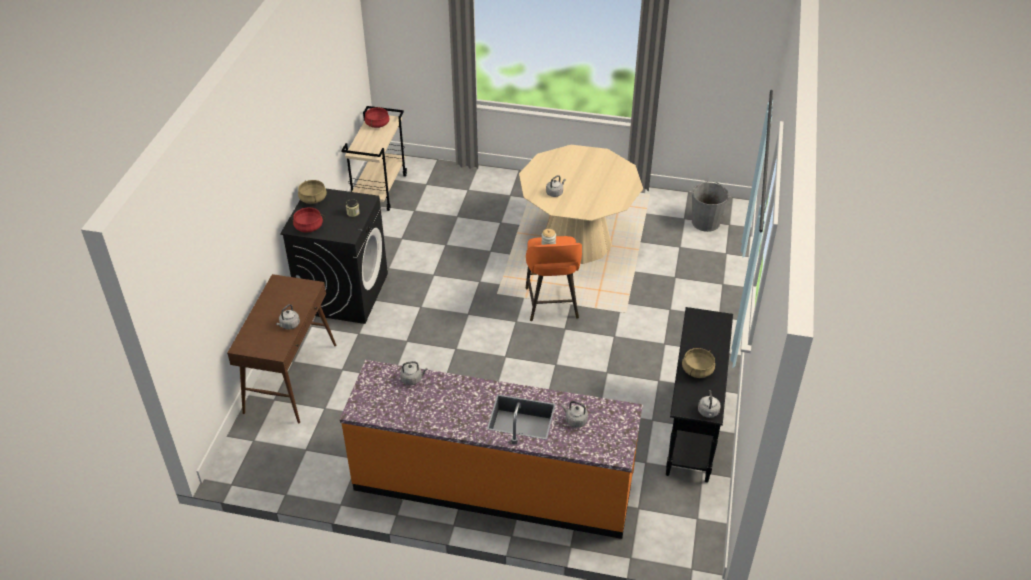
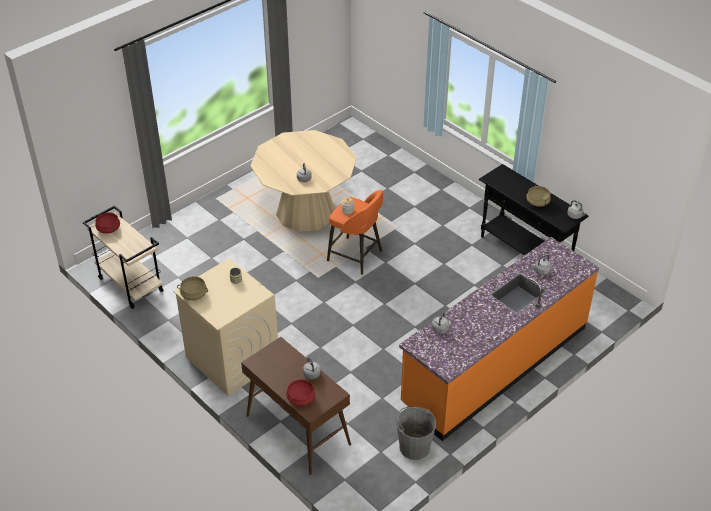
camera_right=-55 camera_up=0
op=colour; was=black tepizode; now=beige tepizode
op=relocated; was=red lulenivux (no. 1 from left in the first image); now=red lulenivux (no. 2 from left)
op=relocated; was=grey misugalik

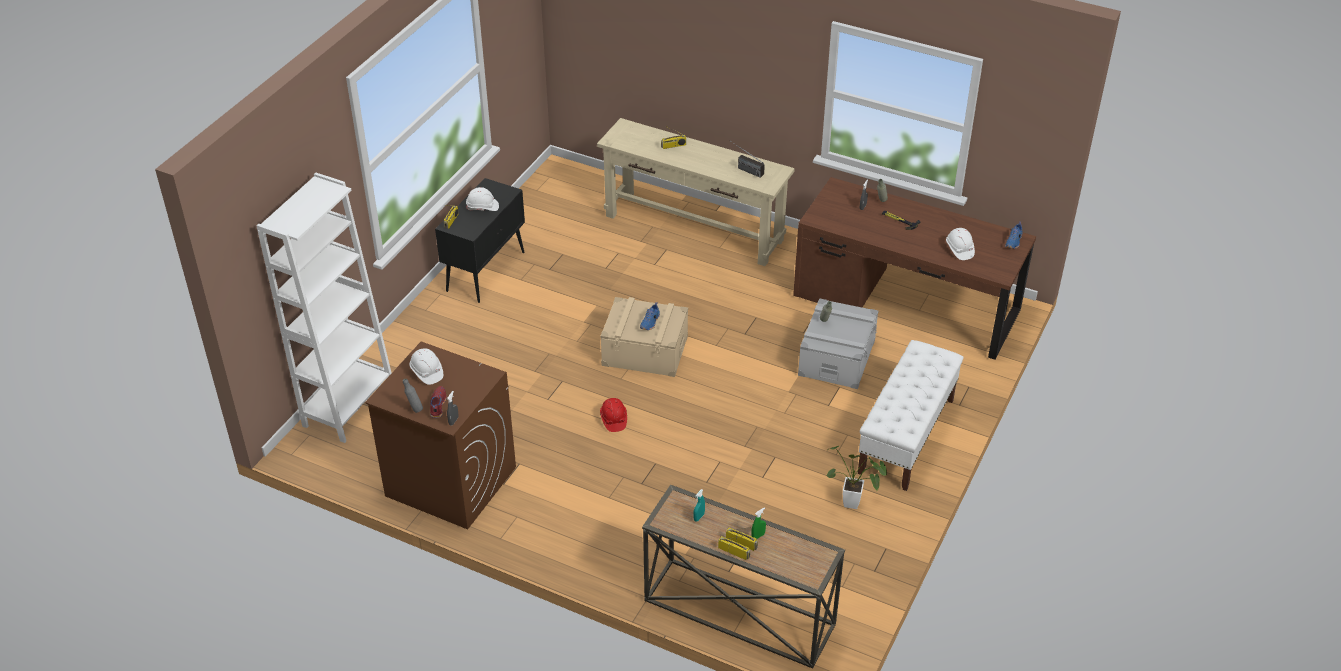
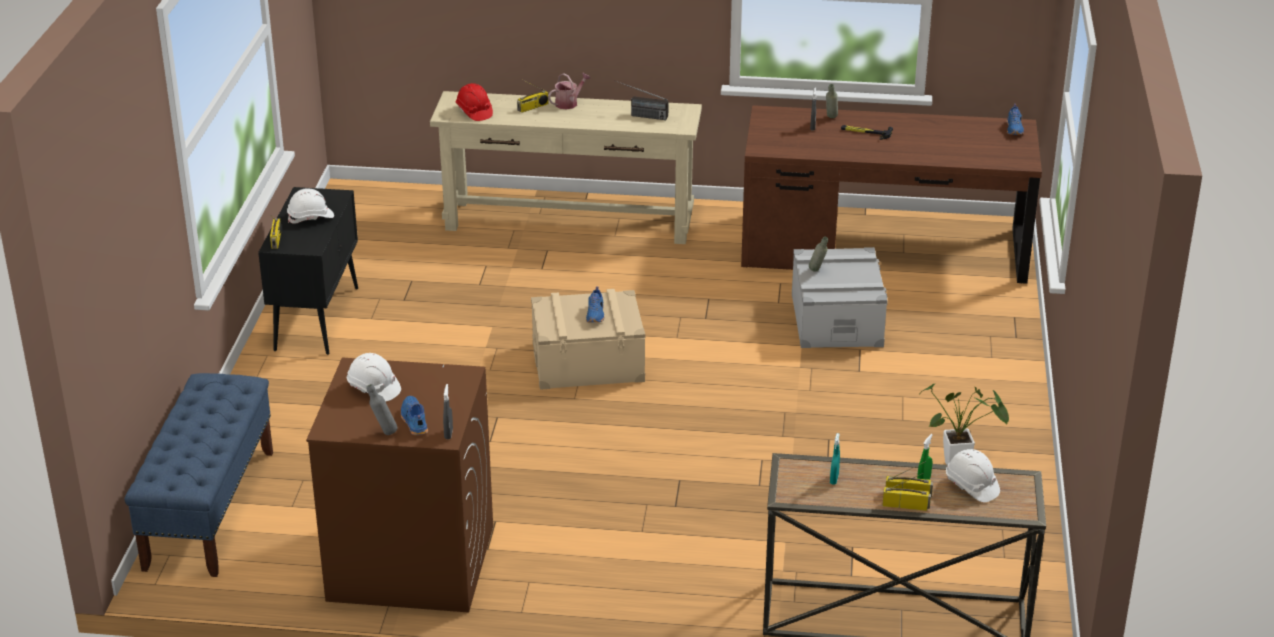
camera_right=-20 camera_up=-10
op=exchanged; was=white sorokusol; now=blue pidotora
op=colour; was=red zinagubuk; now=blue zinagubuk (no. 1 from left)
op=relocated; was=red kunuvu
op=appeared; now=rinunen
op=relocated; was=white kunuvu (no. 3 from left)
op=missing; was=white pidotora

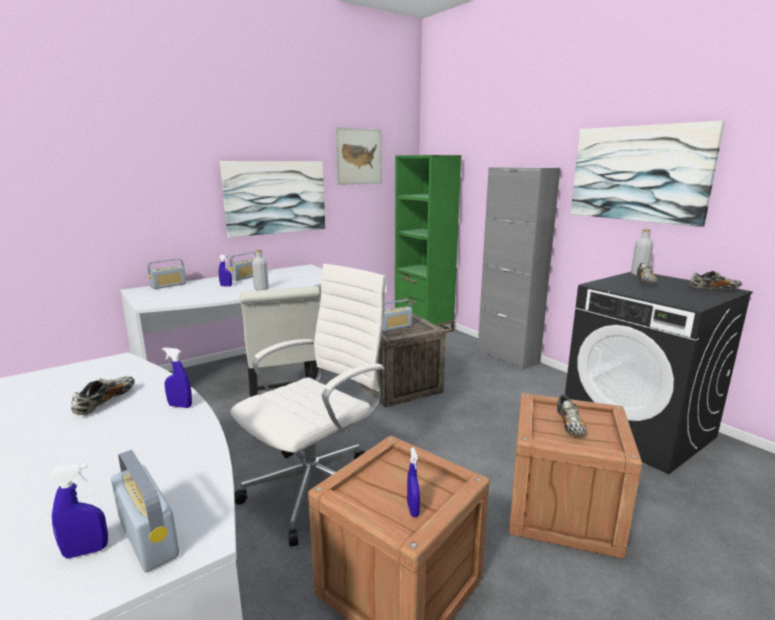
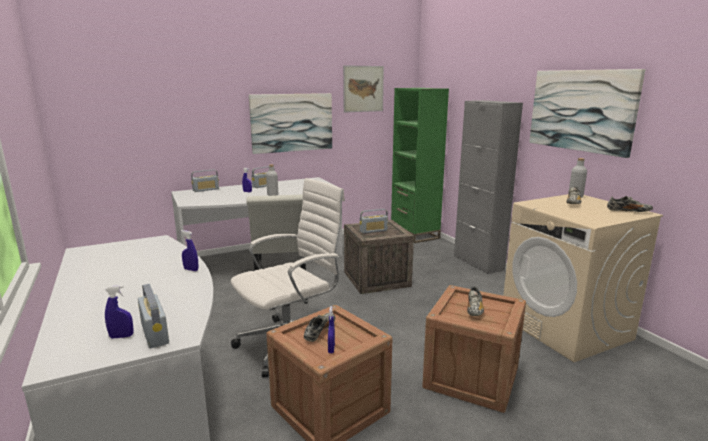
camera_right=10 camera_up=0
op=relocated; was=zinagubuk (no. 1 from left)
op=colour; was=black tepizode; now=beige tepizode

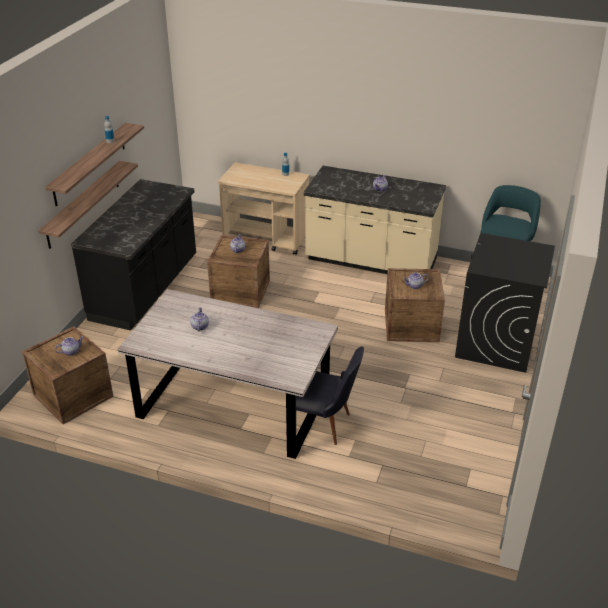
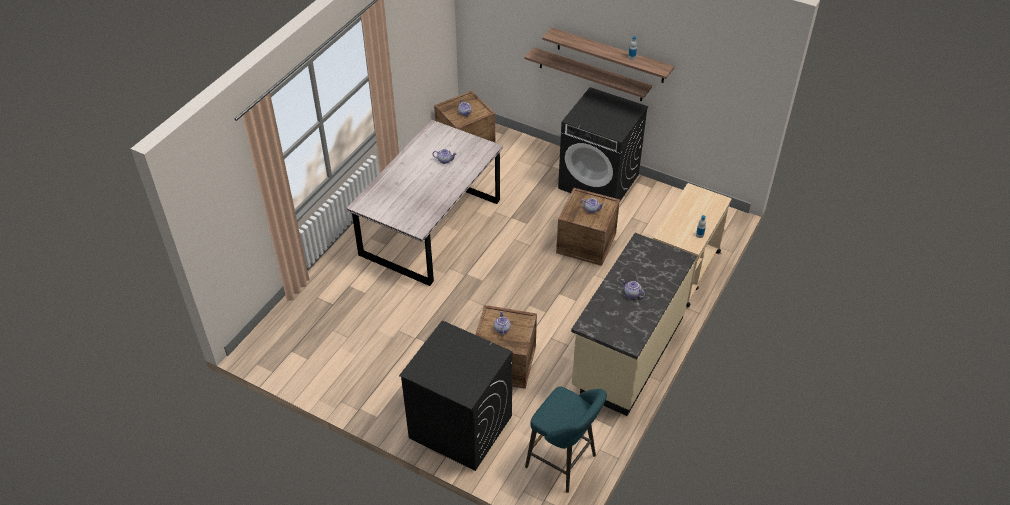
camera_right=100 camera_up=10
op=exchanged; was=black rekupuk; now=black tepizode (no. 2 from left)
op=missing; was=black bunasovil

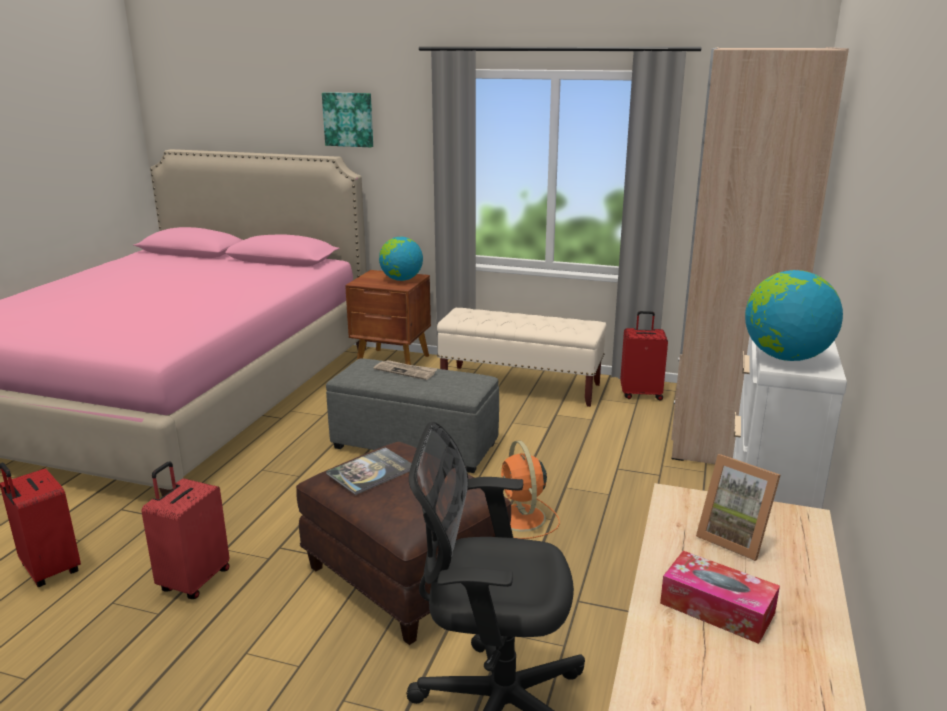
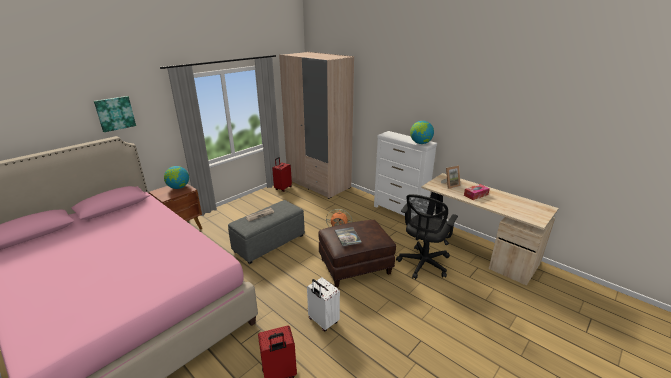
camera_right=-65 camera_up=5
op=colour; was=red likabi (no. 2 from left); now=white likabi
op=missing; was=beige pidotora

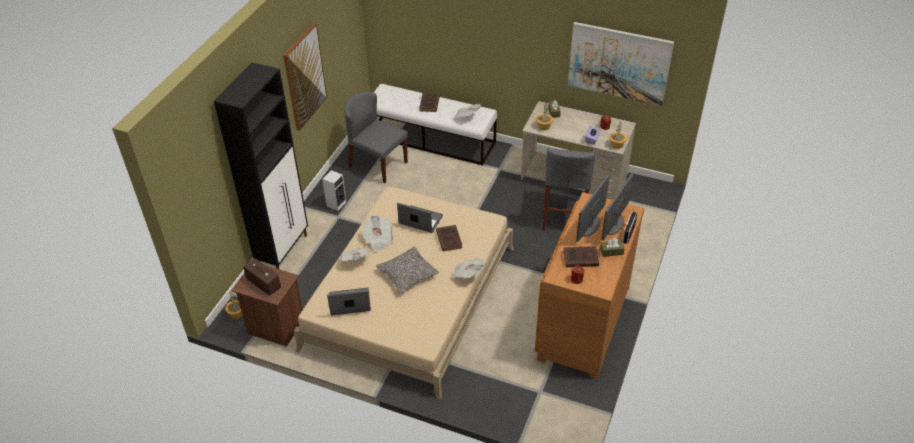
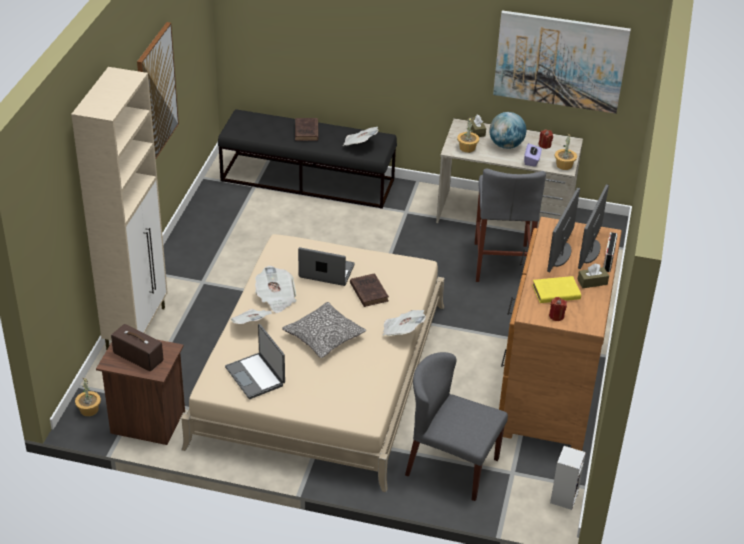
camera_right=-10 camera_up=-5
op=colour; was=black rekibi; now=beige rekibi
op=colour; was=white pidotora; now=black pidotora
op=spun; was=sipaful (no. 1 from left); clockwise=-105
op=relocated; was=grey bunasovil
op=appeared; now=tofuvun
op=colour; was=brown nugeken (no. 3 from left); now=yellow nugeken
op=relocated; was=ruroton

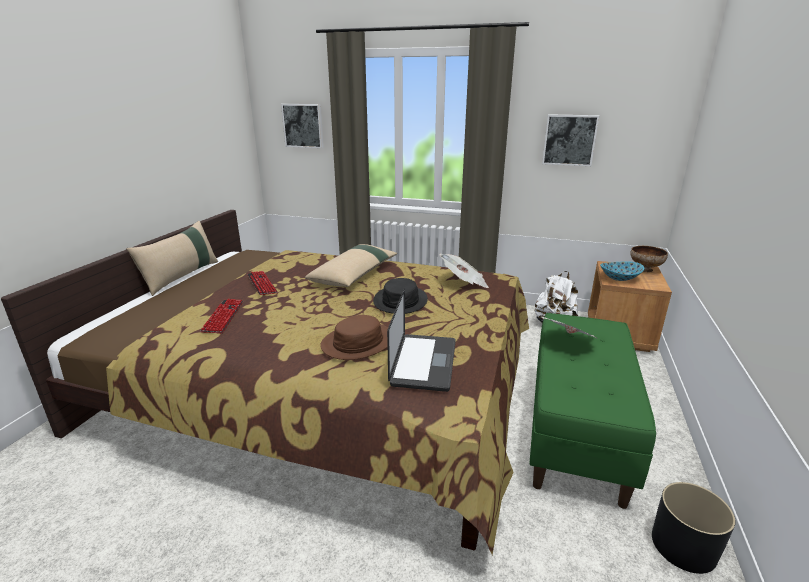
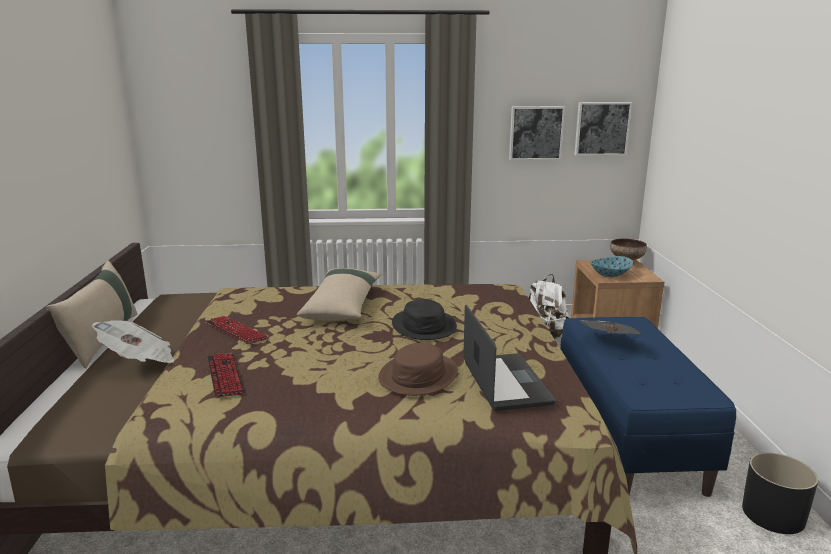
camera_right=-20 camera_up=-5
op=relocated; was=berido (no. 1 from left)
op=colour; was=green pidotora; now=blue pidotora
op=relocated; was=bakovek (no. 1 from left in the first image); now=bakovek (no. 2 from left)

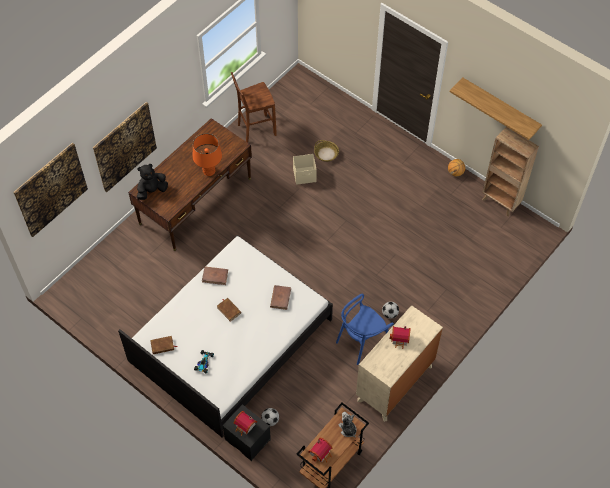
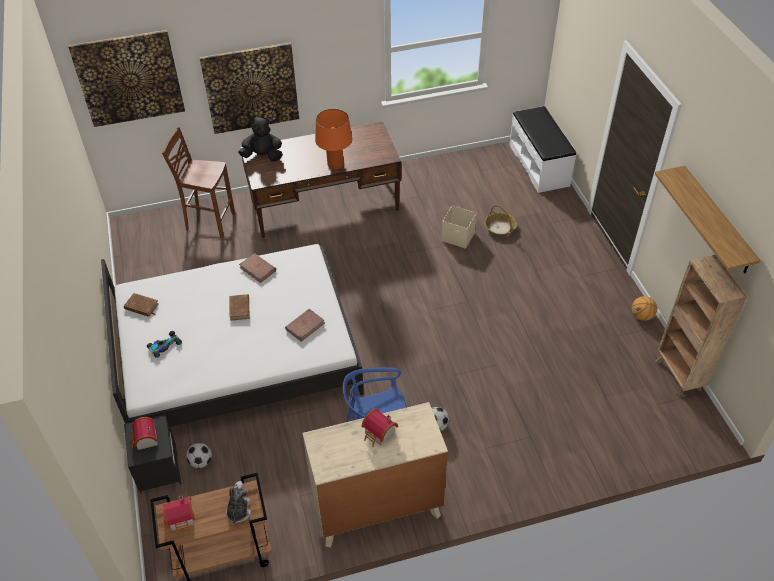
camera_right=35 camera_up=-10
op=relocated; was=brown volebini
op=appeared; now=white pidotora

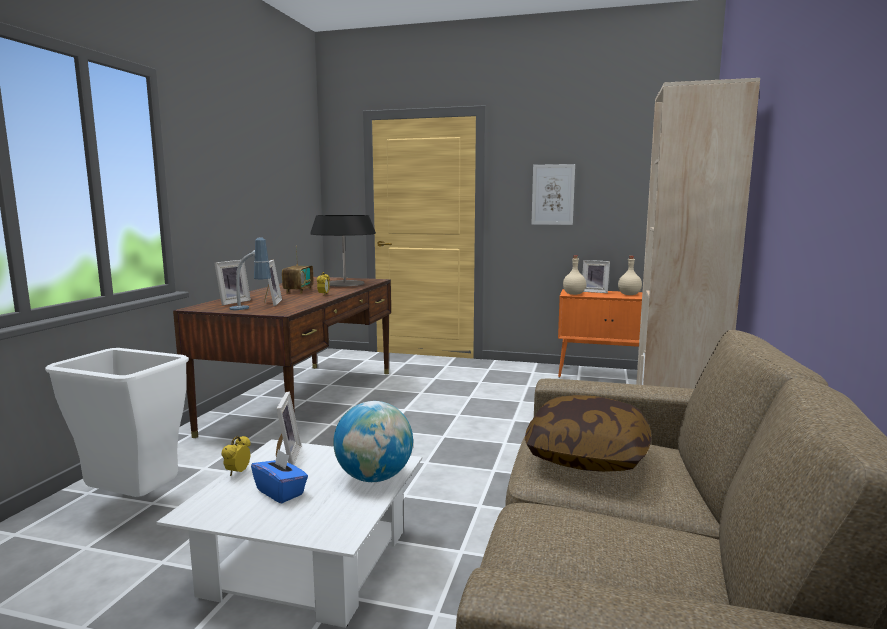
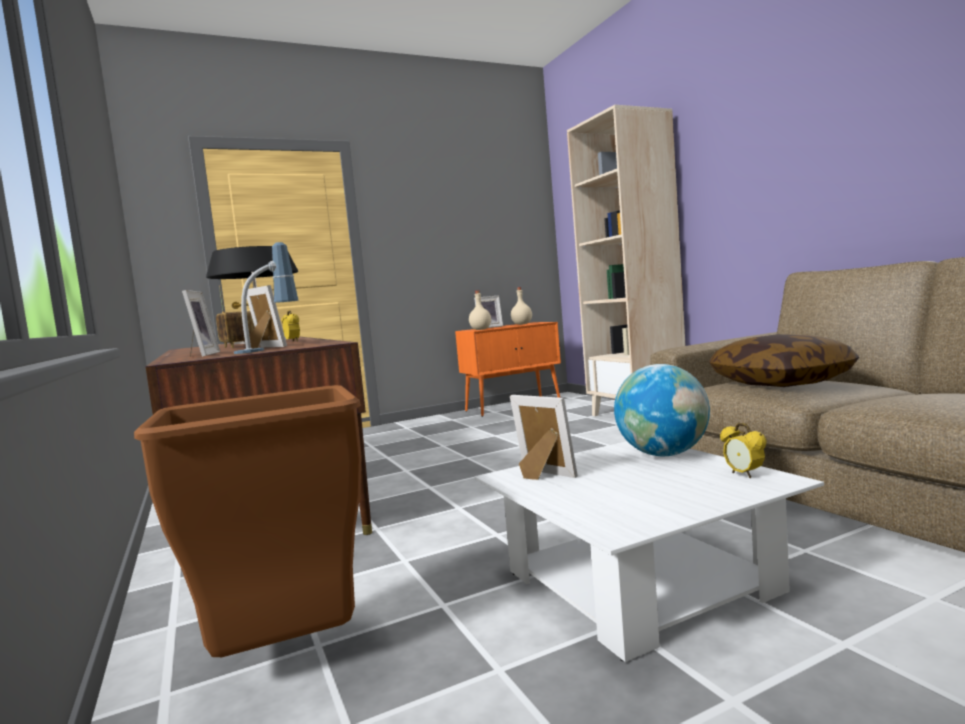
camera_right=-40 camera_up=-5
op=colour; was=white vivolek; now=brown vivolek
op=relocated; was=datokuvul (no. 1 from left in the first image); now=datokuvul (no. 2 from left)
op=missing; was=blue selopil
op=missing; was=bakovek

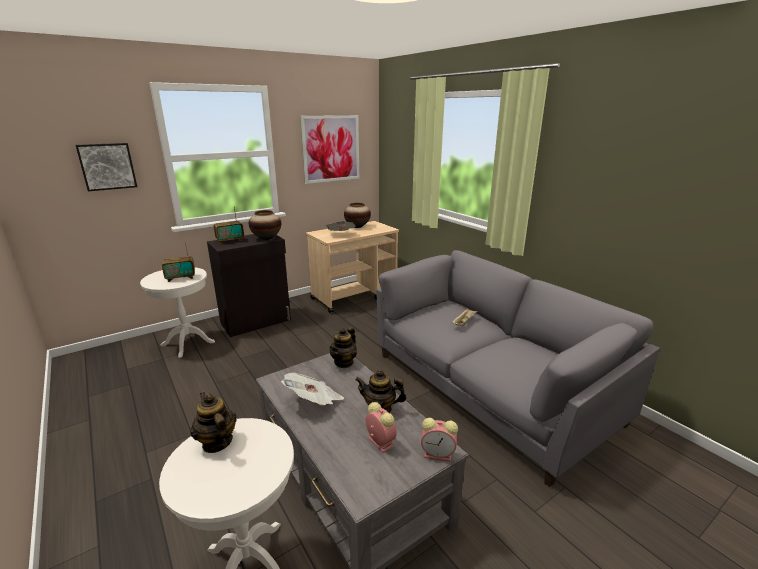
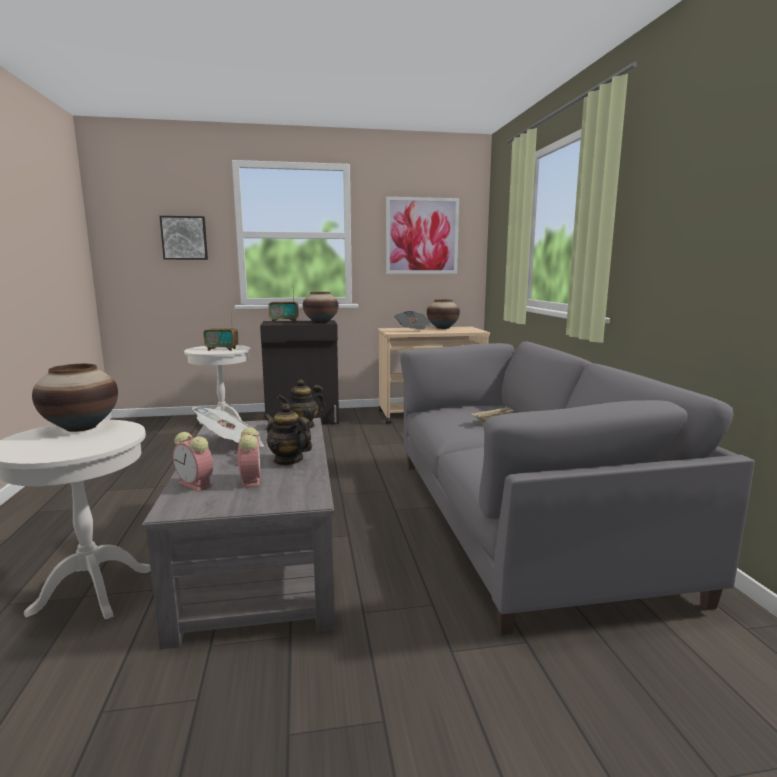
camera_right=25 camera_up=-10
op=exchanged; was=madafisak (no. 1 from left); now=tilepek (no. 1 from left)
op=relocated; was=datokuvul (no. 2 from left in the first image); now=datokuvul (no. 1 from left)

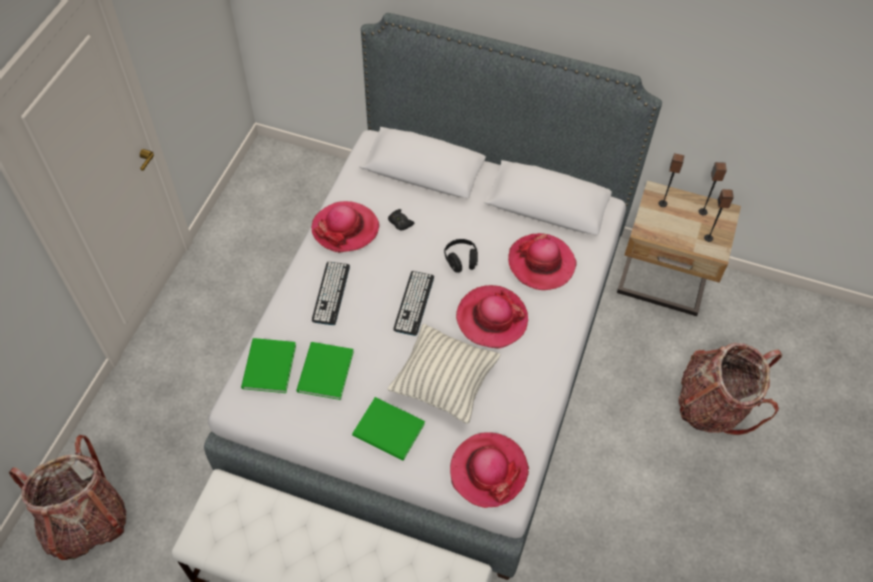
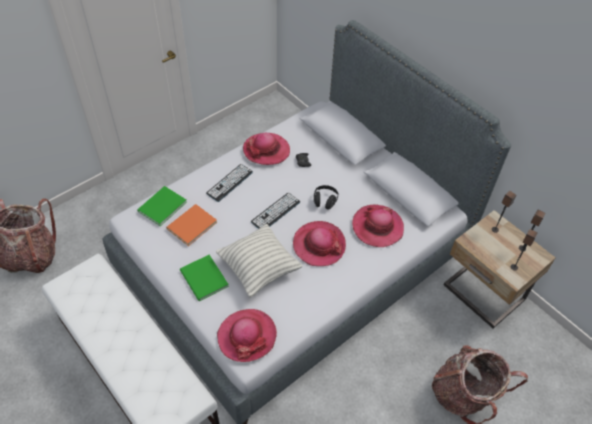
camera_right=30 camera_up=-5
op=colour; was=green nugeken (no. 2 from left); now=orange nugeken

